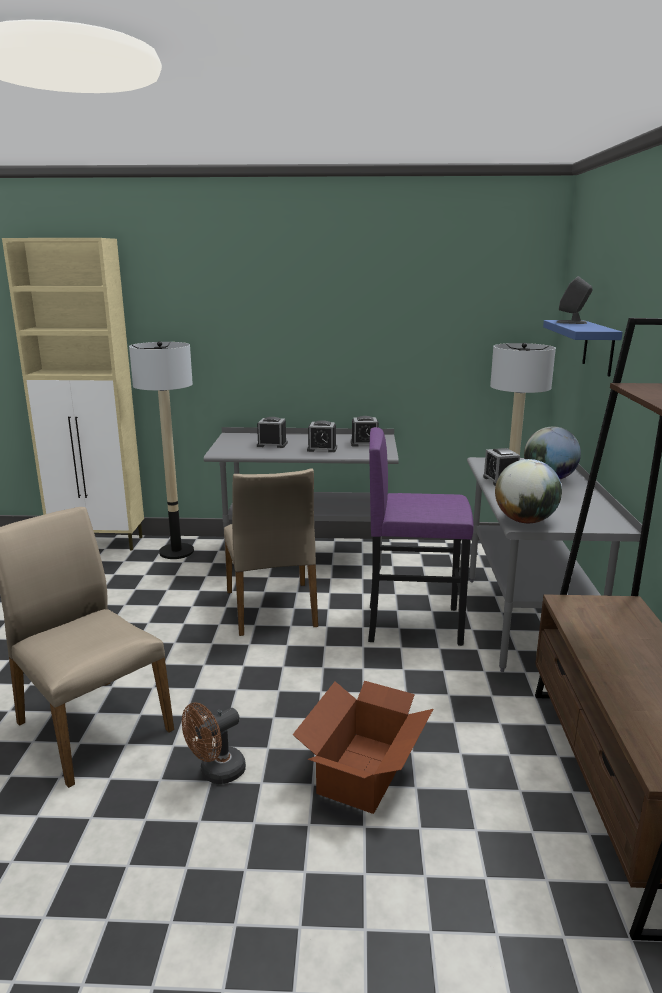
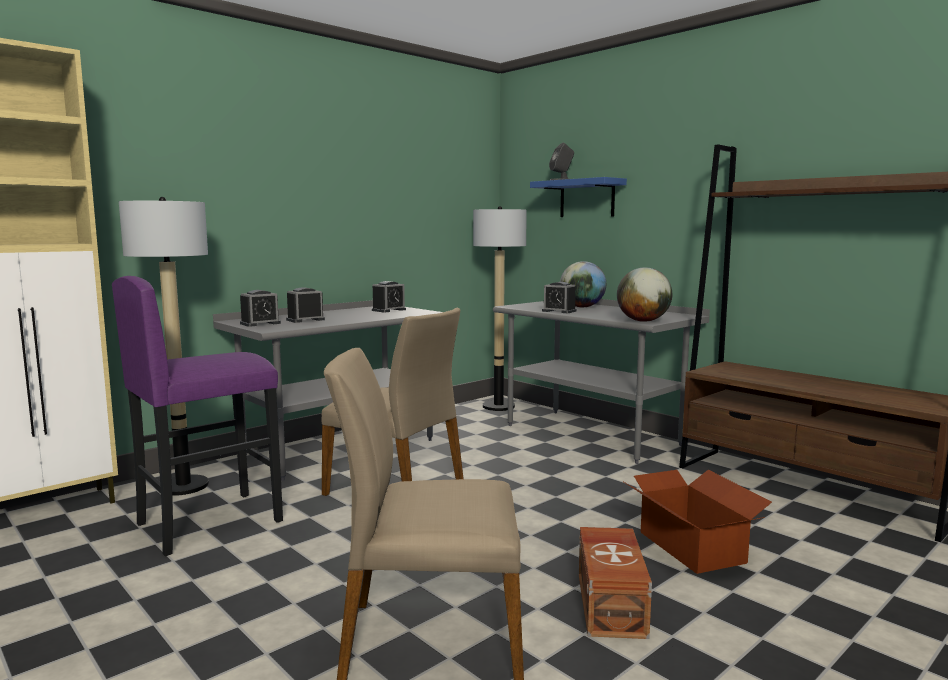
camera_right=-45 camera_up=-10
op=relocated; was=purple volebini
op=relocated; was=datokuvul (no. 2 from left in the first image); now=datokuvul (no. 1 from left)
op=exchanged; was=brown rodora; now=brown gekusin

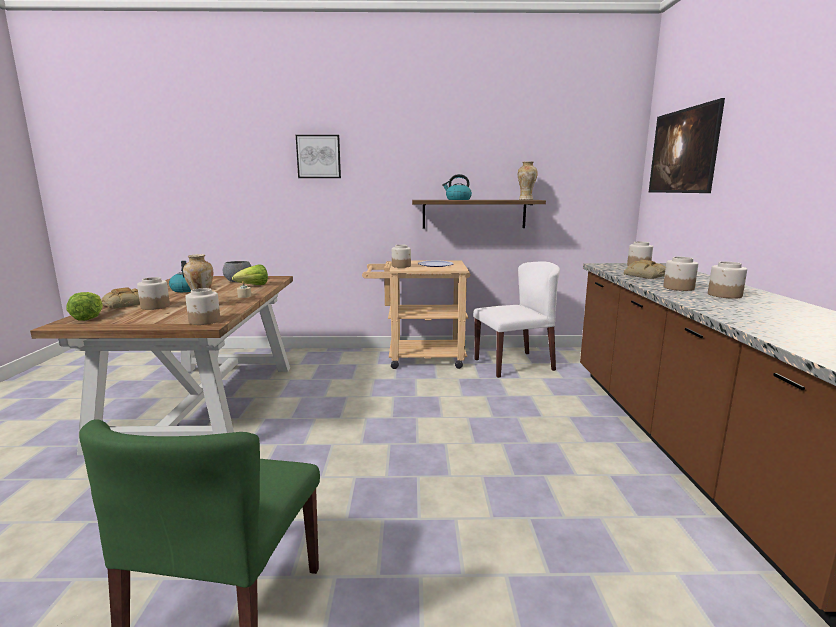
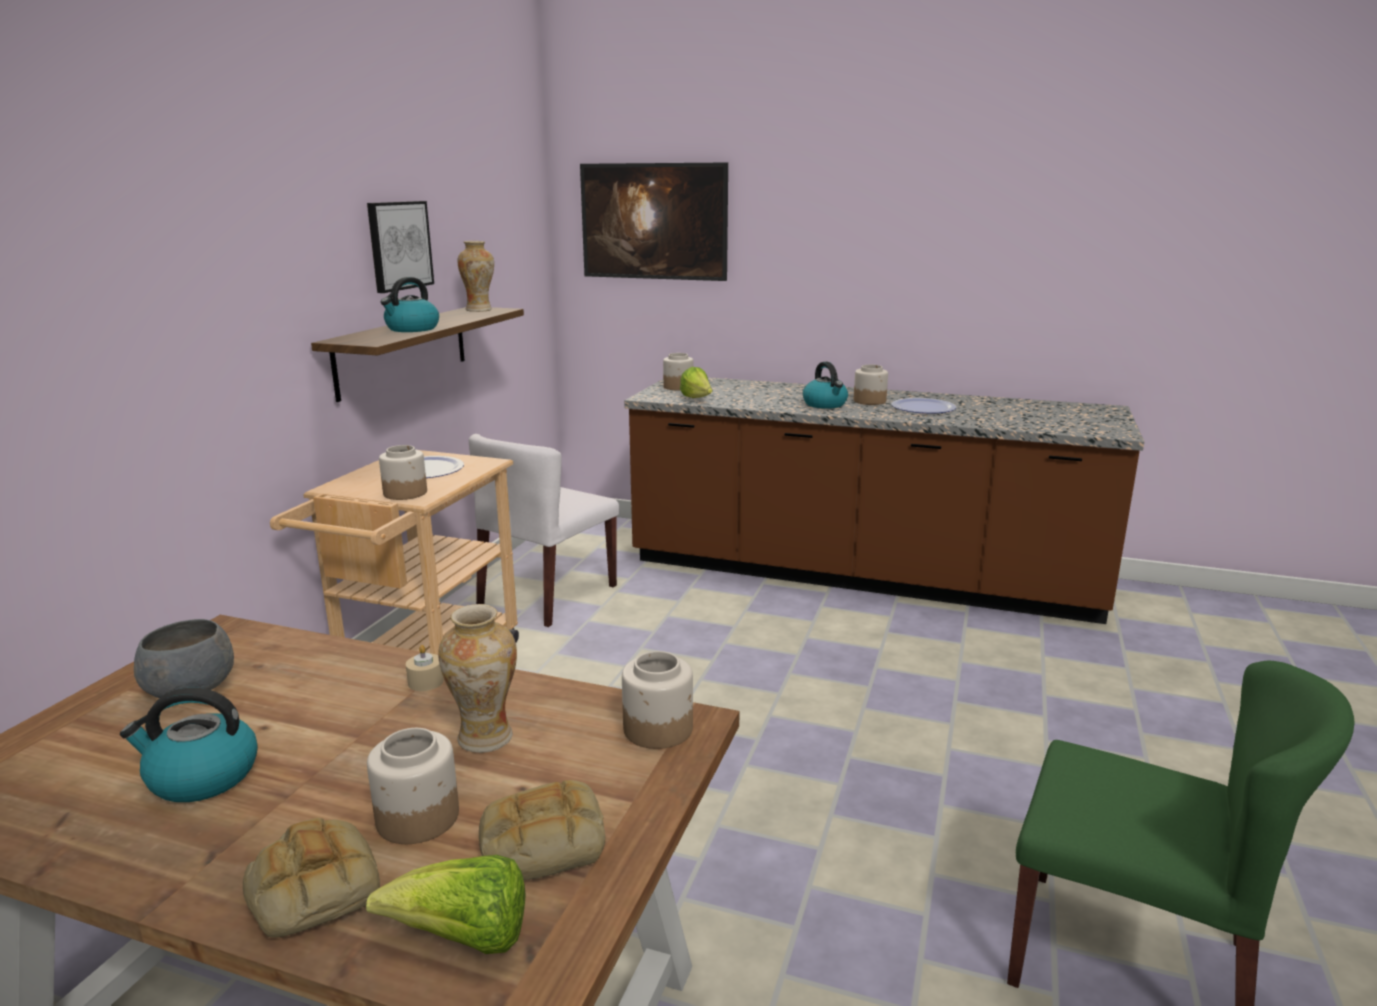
camera_right=-70 camera_up=5
op=relocated; was=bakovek (no. 1 from left)
op=spun; was=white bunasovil; clockwise=-150
op=relocated; was=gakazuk (no. 2 from left)
op=relocated; was=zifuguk (no. 2 from left)
op=exchanged; was=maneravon (no. 5 from left); now=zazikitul (no. 3 from left)
op=appeared; now=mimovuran (no. 2 from left)

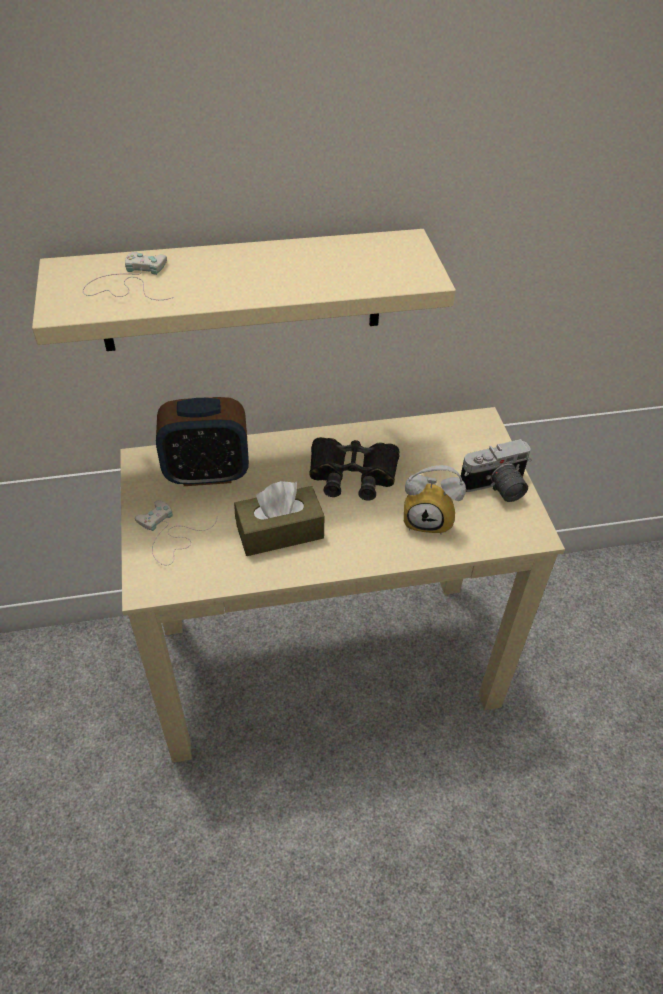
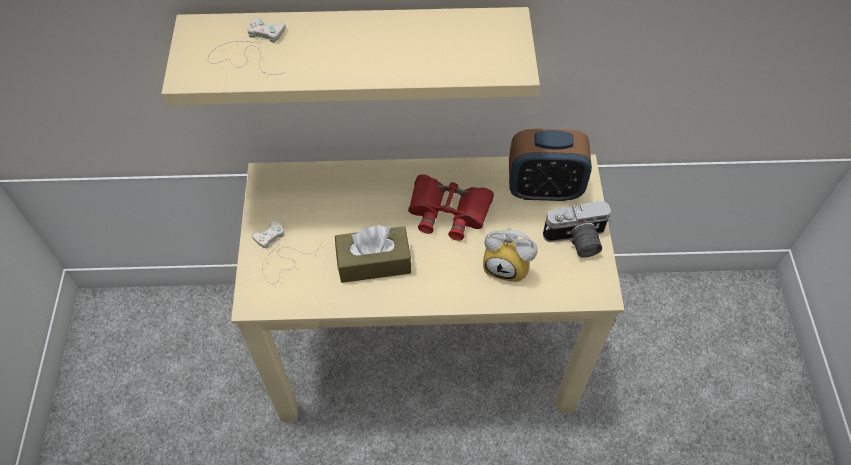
camera_right=10 camera_up=10
op=colour; was=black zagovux; now=red zagovux
op=relocated; was=datokuvul (no. 1 from left in the first image); now=datokuvul (no. 2 from left)

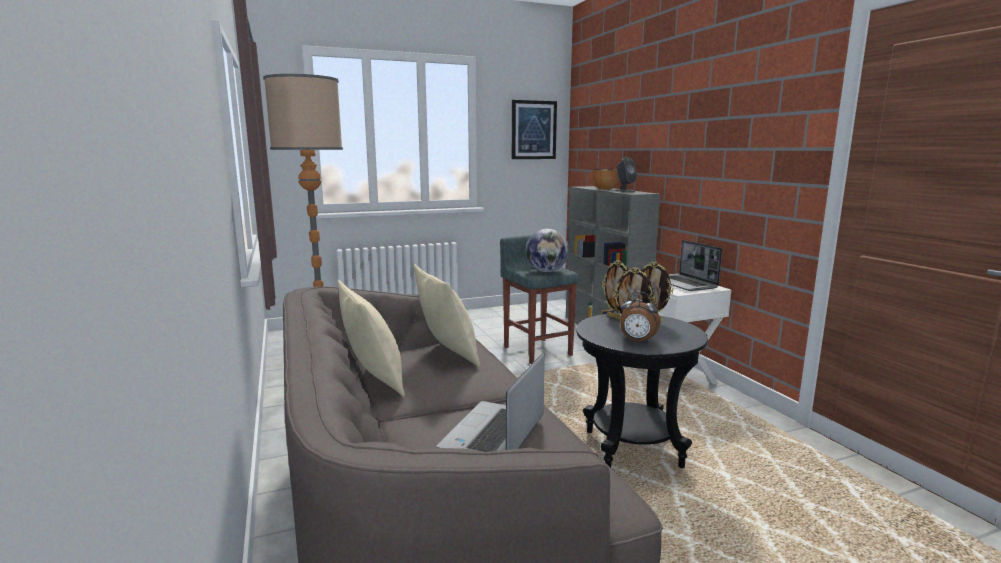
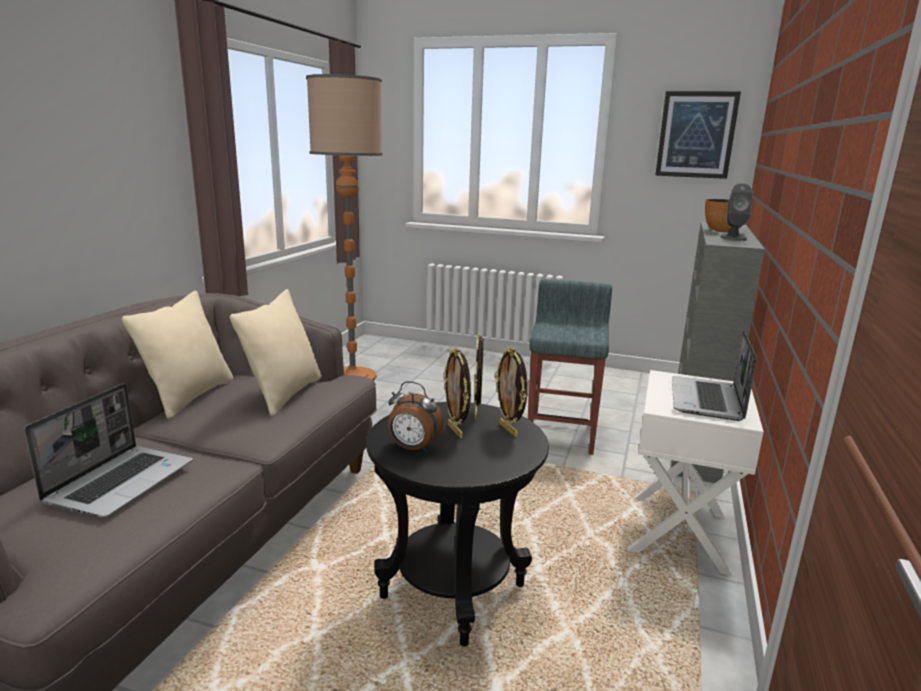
camera_right=40 camera_up=5
op=spun; was=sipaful (no. 1 from left); clockwise=135
op=spun; was=datokuvul; clockwise=-45
op=missing; was=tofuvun

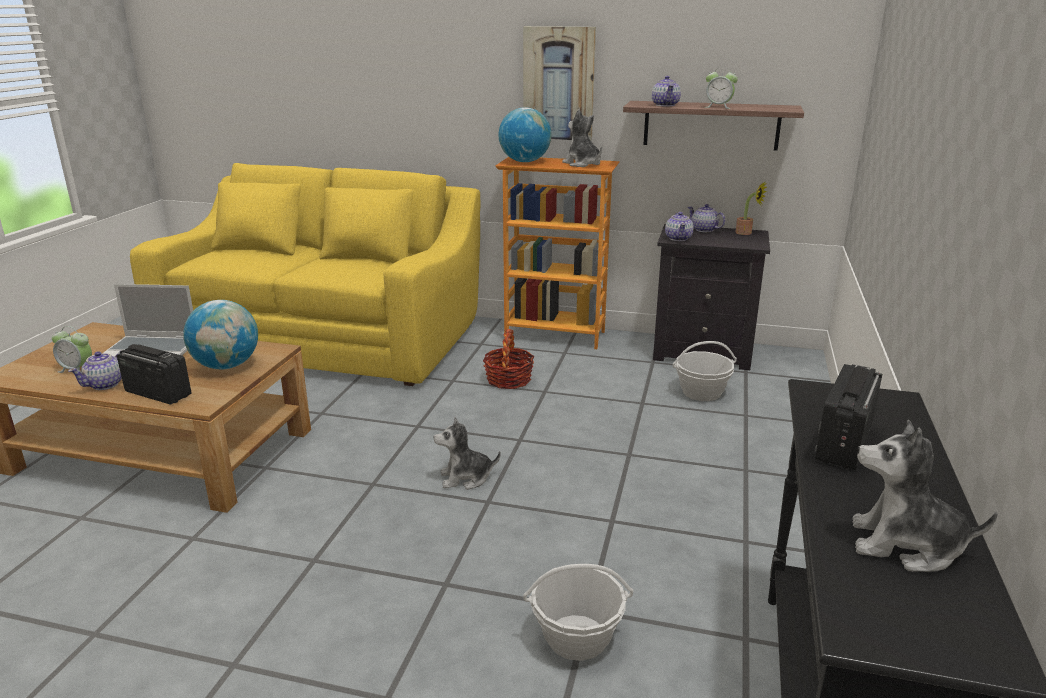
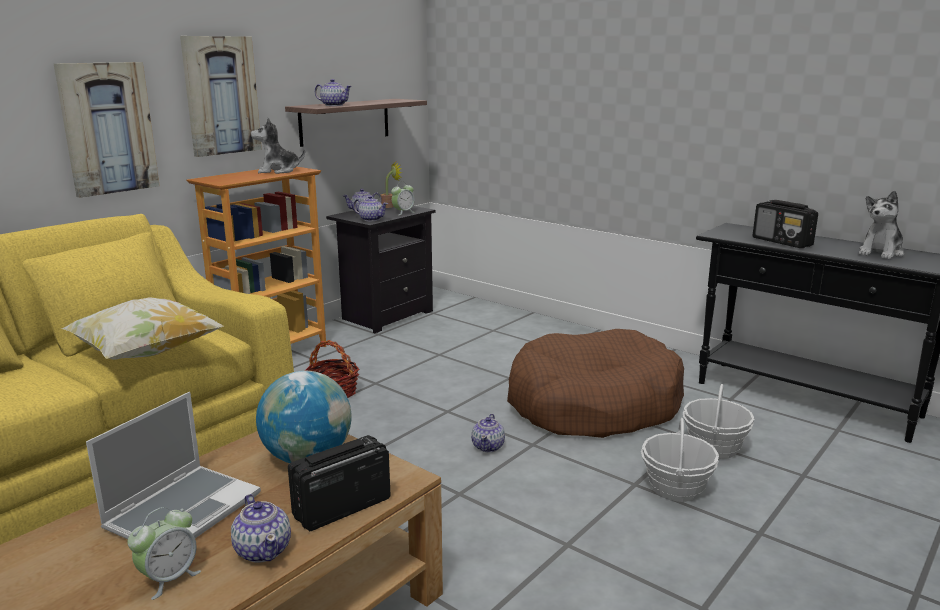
camera_right=-65 camera_up=-5
op=appeared; now=bakovek (no. 1 from left)
op=appeared; now=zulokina
op=relocated; was=datokuvul (no. 2 from left)
op=exchanged; was=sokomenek (no. 1 from left); now=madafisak (no. 5 from left)
op=appeared; now=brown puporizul
op=relocated; was=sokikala (no. 3 from left in the first image); now=sokikala (no. 2 from left)
op=missing; was=tofuvun (no. 2 from left)

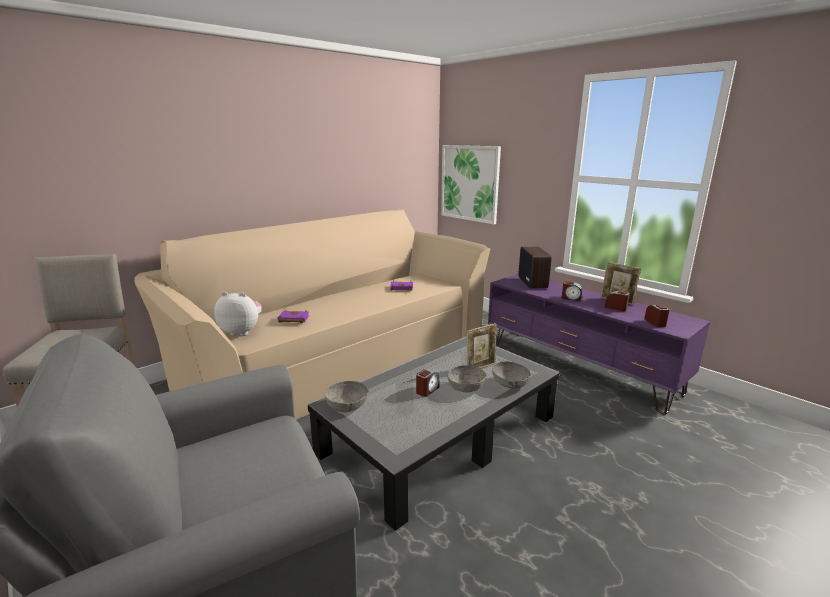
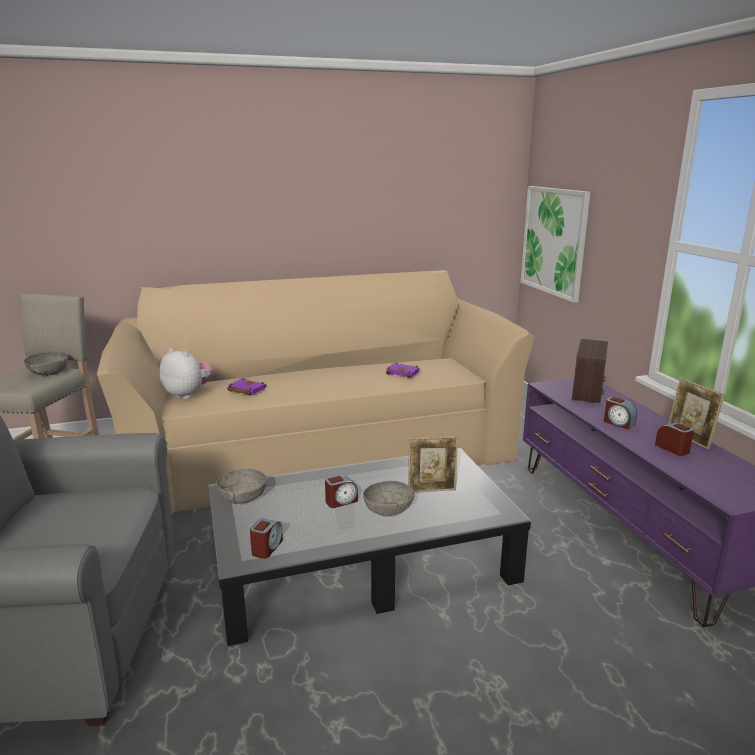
camera_right=25 camera_up=0
op=relocated; was=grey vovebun (no. 3 from left in the first image); now=grey vovebun (no. 1 from left)
op=relocated; was=datokuvul (no. 4 from left in the first image); now=datokuvul (no. 1 from left)

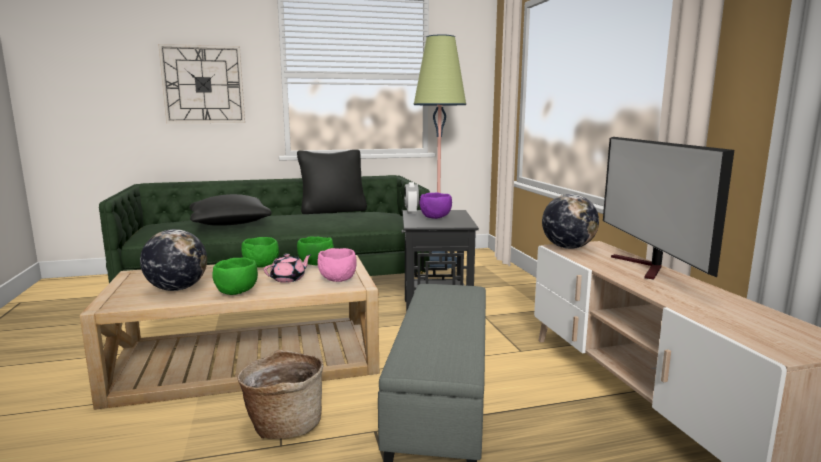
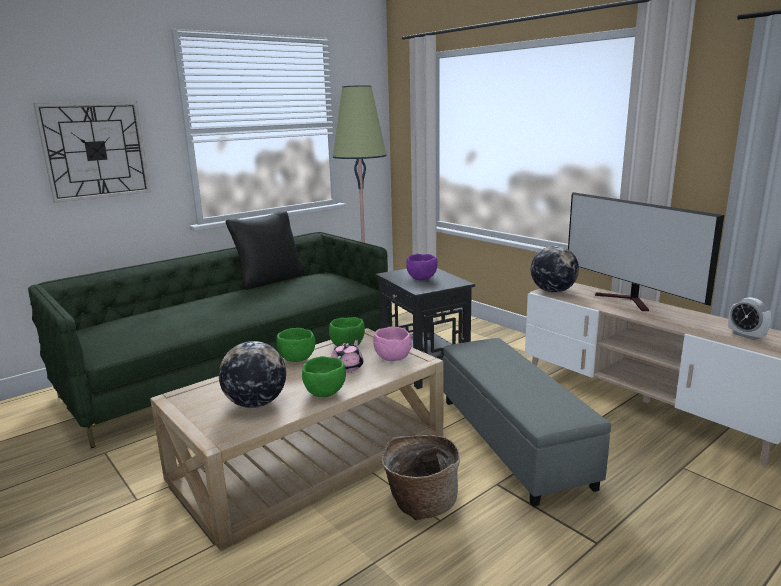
camera_right=-25 camera_up=5
op=relocated; was=datokuvul
op=missing; was=black zulokina (no. 1 from left)

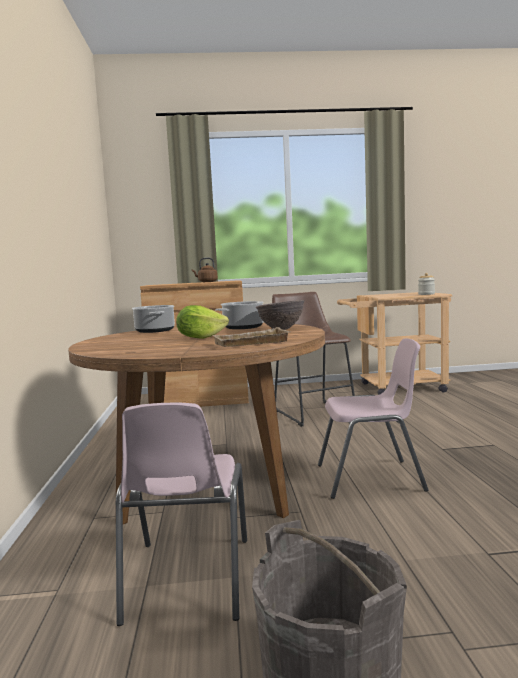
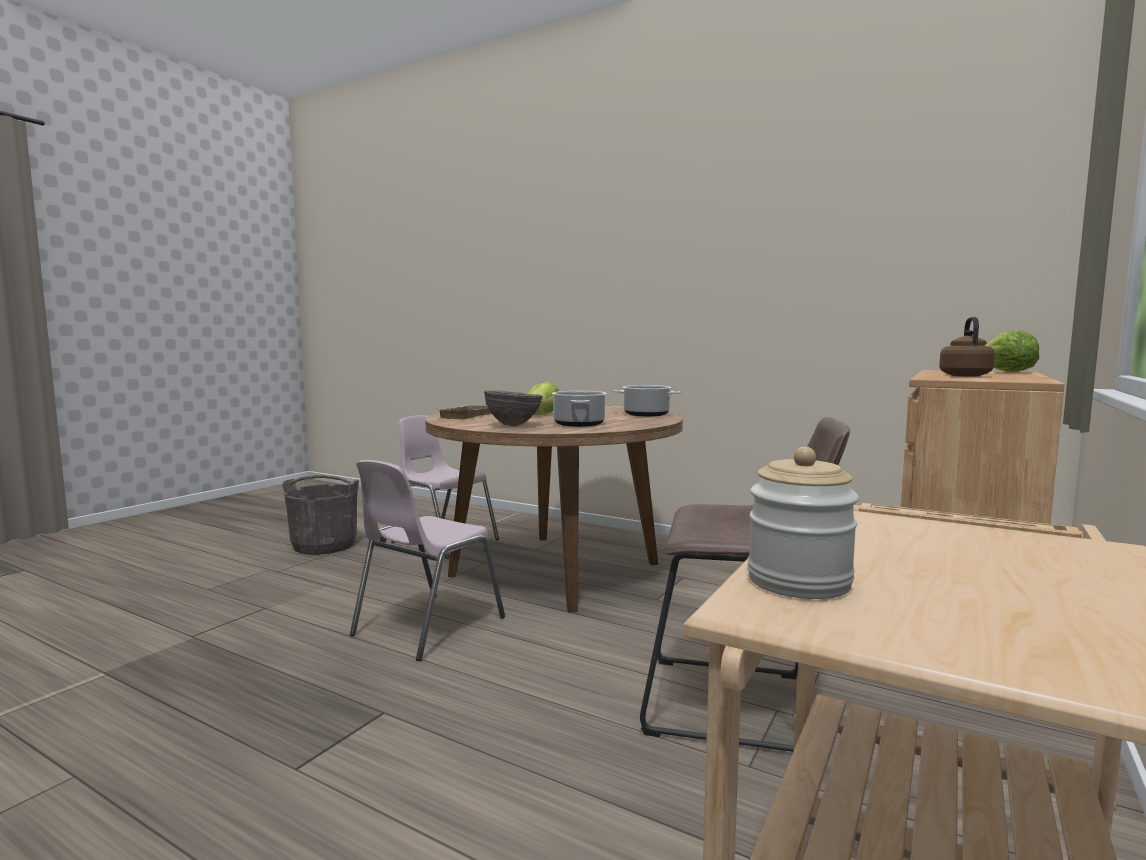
camera_right=125 camera_up=0
op=appeared; now=zifuguk (no. 2 from left)

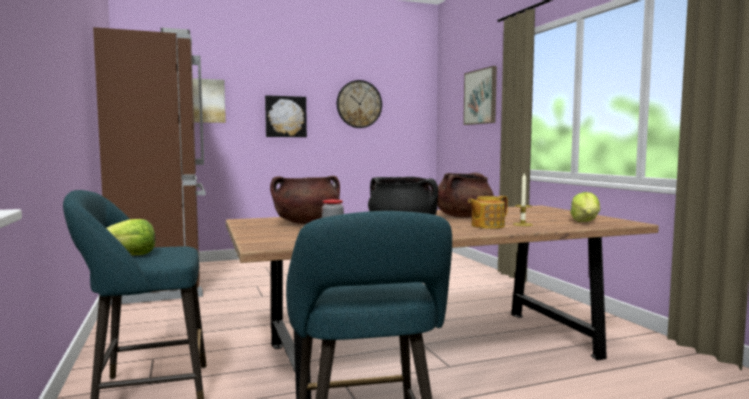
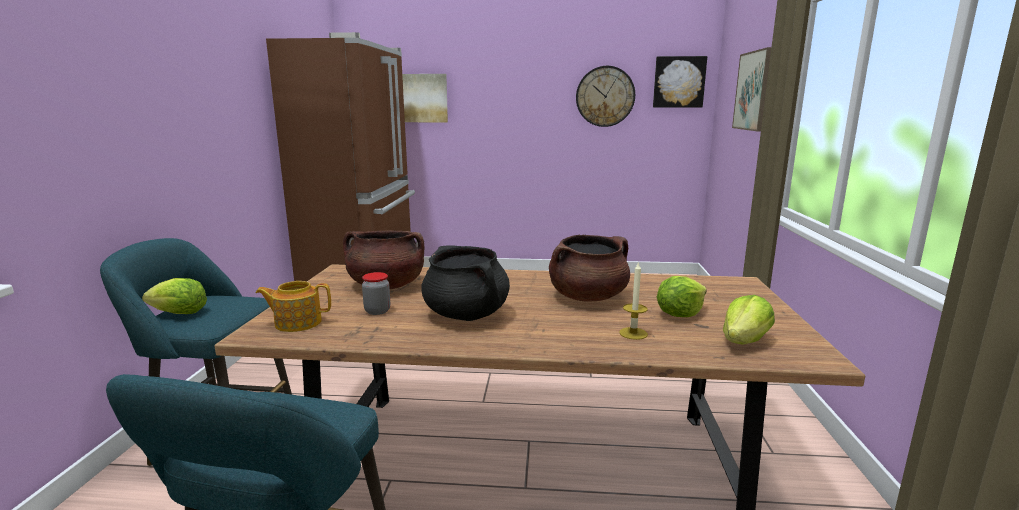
camera_right=25 camera_up=10
op=relocated; was=madafisak
op=relocated; was=bakovek (no. 2 from left)
op=appeared; now=zifuguk (no. 2 from left)

